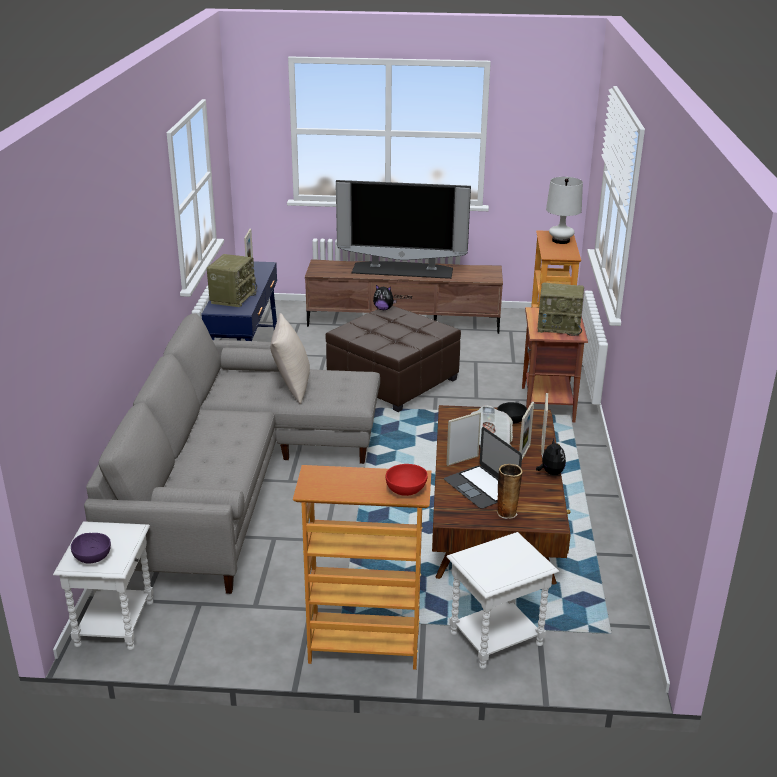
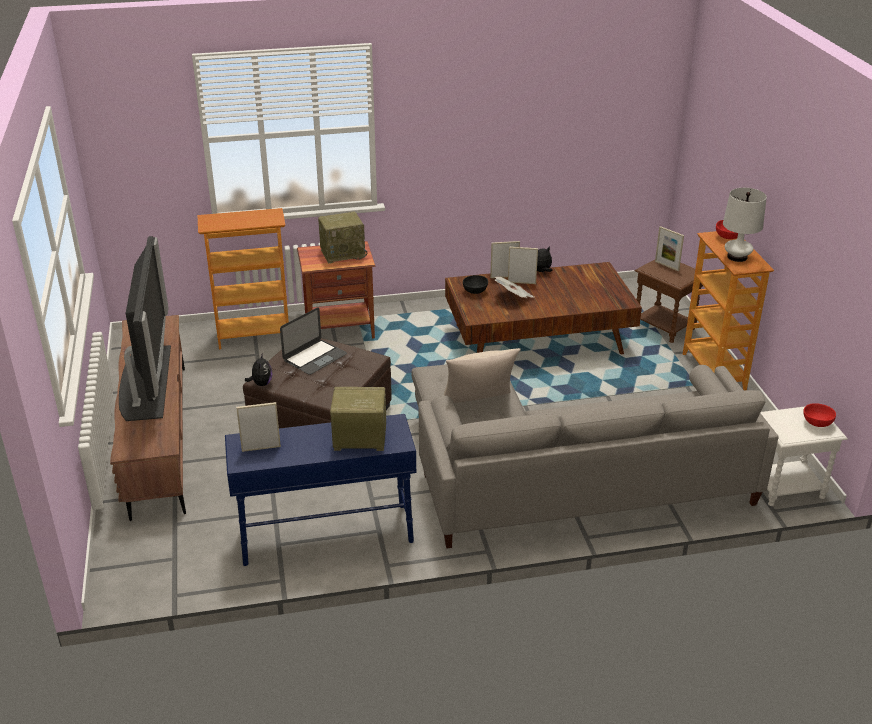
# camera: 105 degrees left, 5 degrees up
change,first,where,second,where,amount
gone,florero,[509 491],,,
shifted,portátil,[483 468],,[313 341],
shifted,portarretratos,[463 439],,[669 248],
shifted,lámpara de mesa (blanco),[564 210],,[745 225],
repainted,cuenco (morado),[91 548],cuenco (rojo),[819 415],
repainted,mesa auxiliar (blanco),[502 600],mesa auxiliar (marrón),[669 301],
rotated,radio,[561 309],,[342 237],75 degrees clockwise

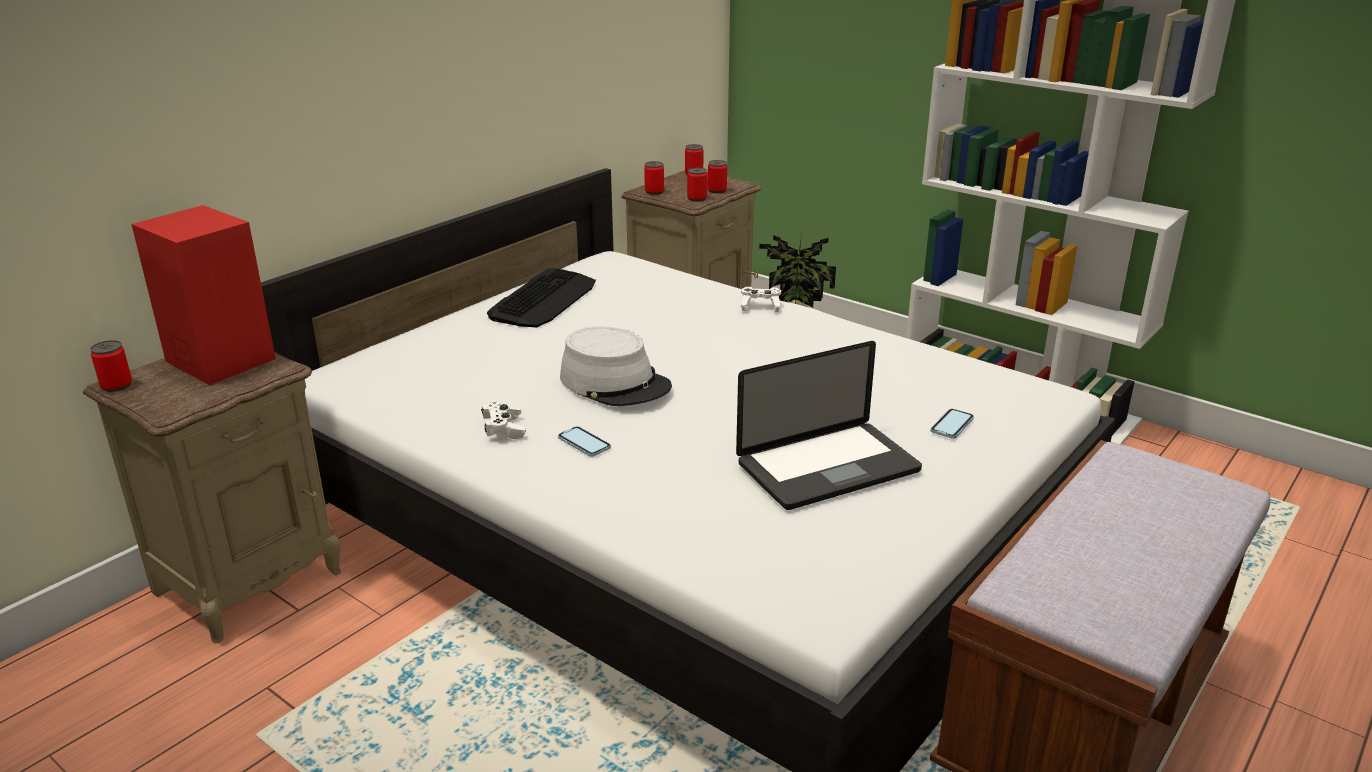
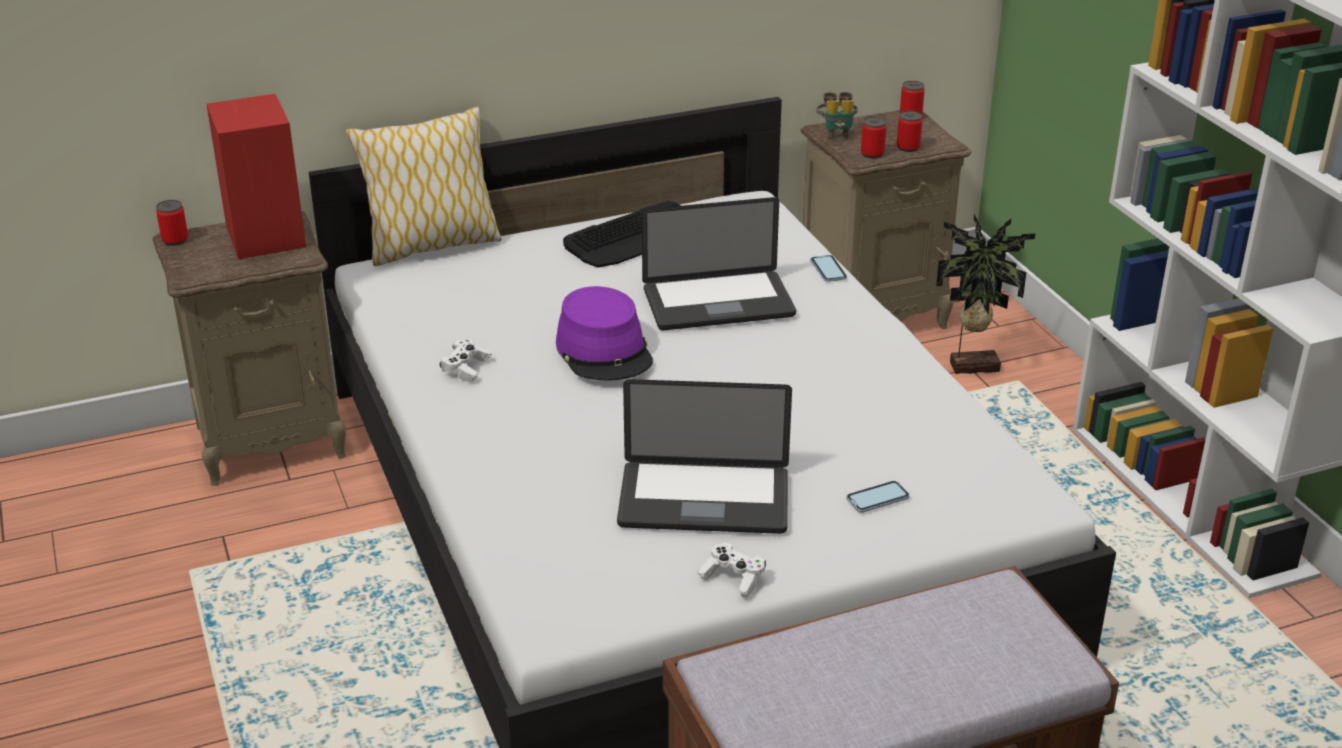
# camera: 30 degrees right, 5 degrees up
change,first,where,second,where,amount
new,,,cojín,[424 186],
new,,,portátil,[719 263],
shifted,móvil,[584 441],,[829 268],
shifted,mando de consola (blanco),[760 299],,[732 570],
swapped,lata,[654 178],prismáticos,[837 115],
repainted,sombrero (gris),[616 366],sombrero (morado),[604 333],

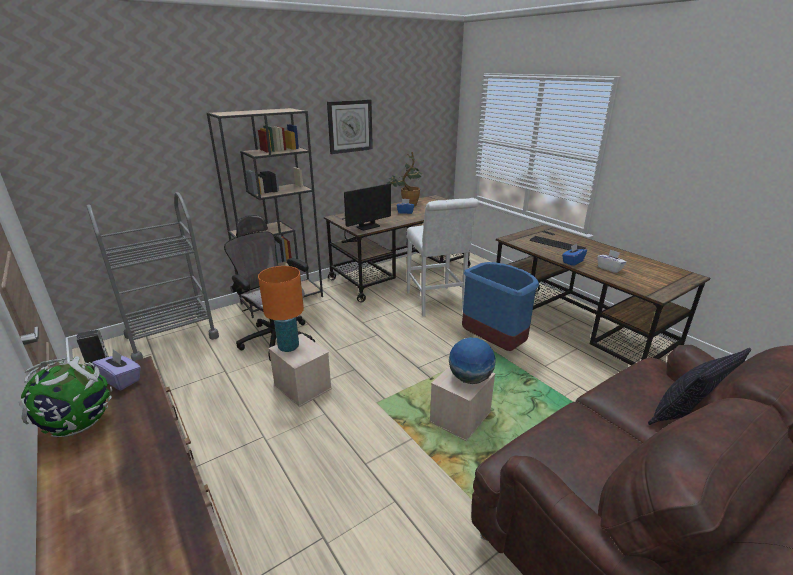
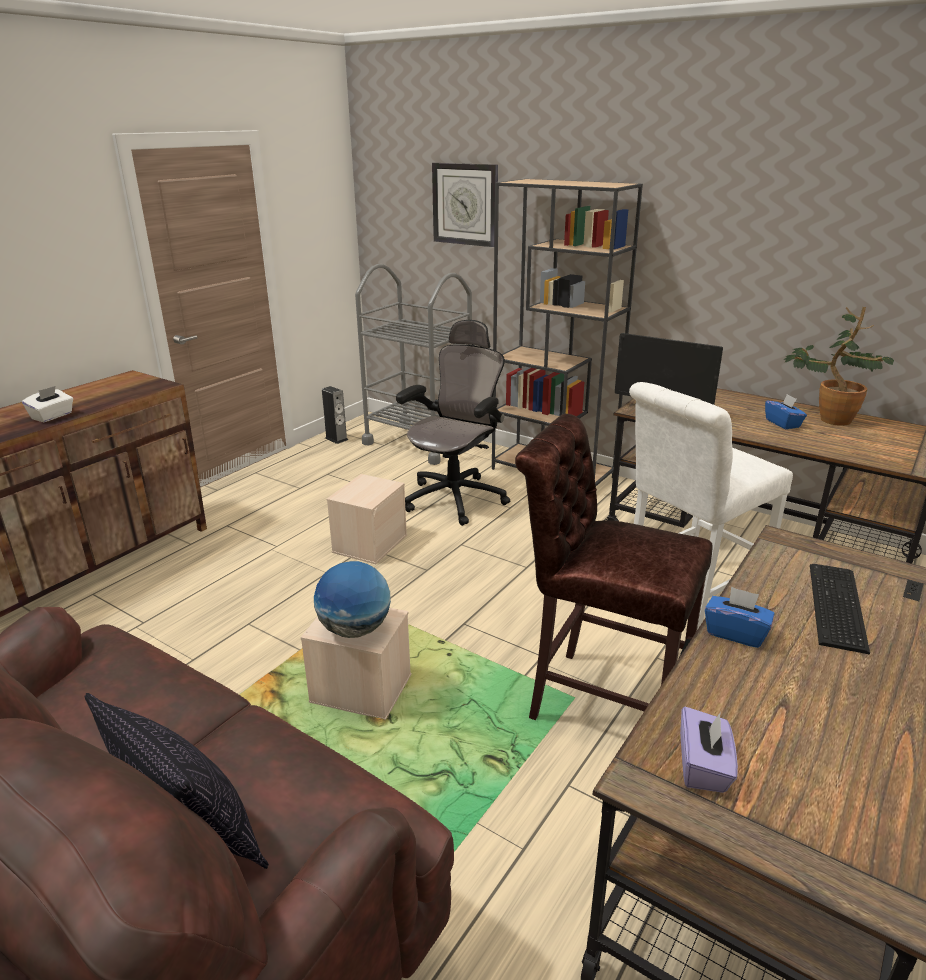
# camera: 70 degrees right, 0 degrees up
change,first,where,second,where,amount
gone,globo terráqueo,[65 396],,,
gone,lámpara de mesa (naranja),[281 309],,,
shifted,caja de pañuelos (morado),[116 369],,[709 750],
shifted,reloj de pared,[350 126],,[465 205],
shifted,caja de pañuelos (blanco),[612 261],,[47 404],
swapped,papelera (azul),[500 306],taburete (marrón),[614 567],

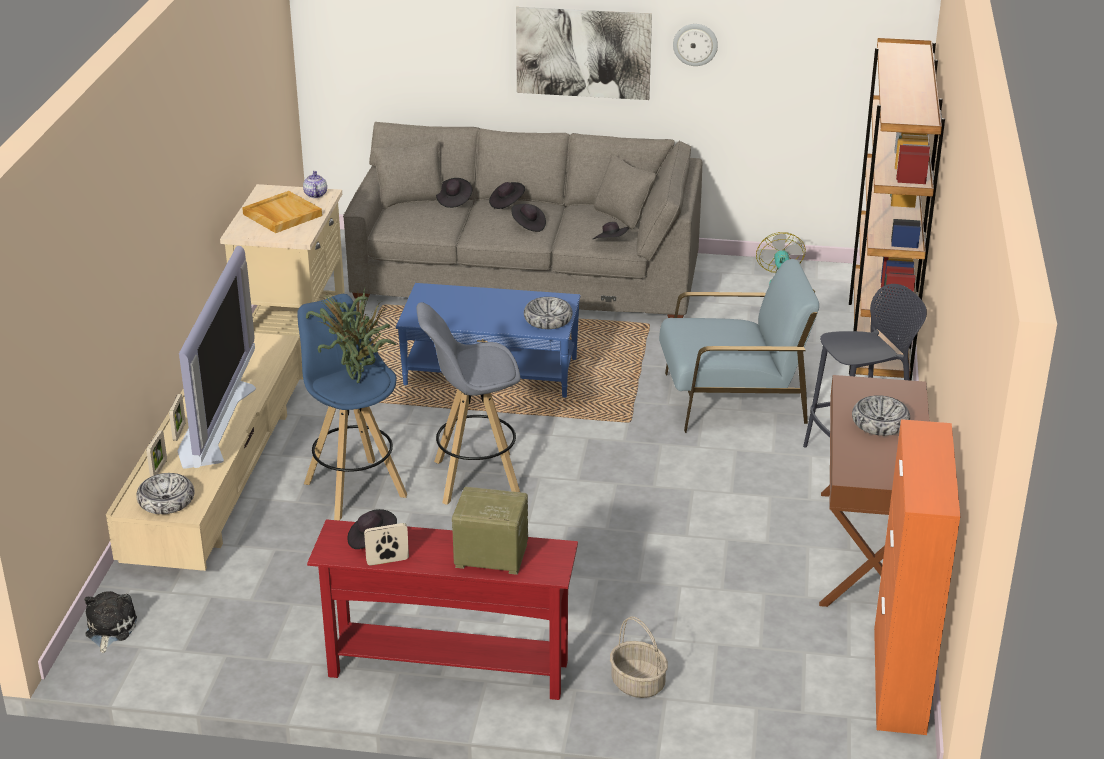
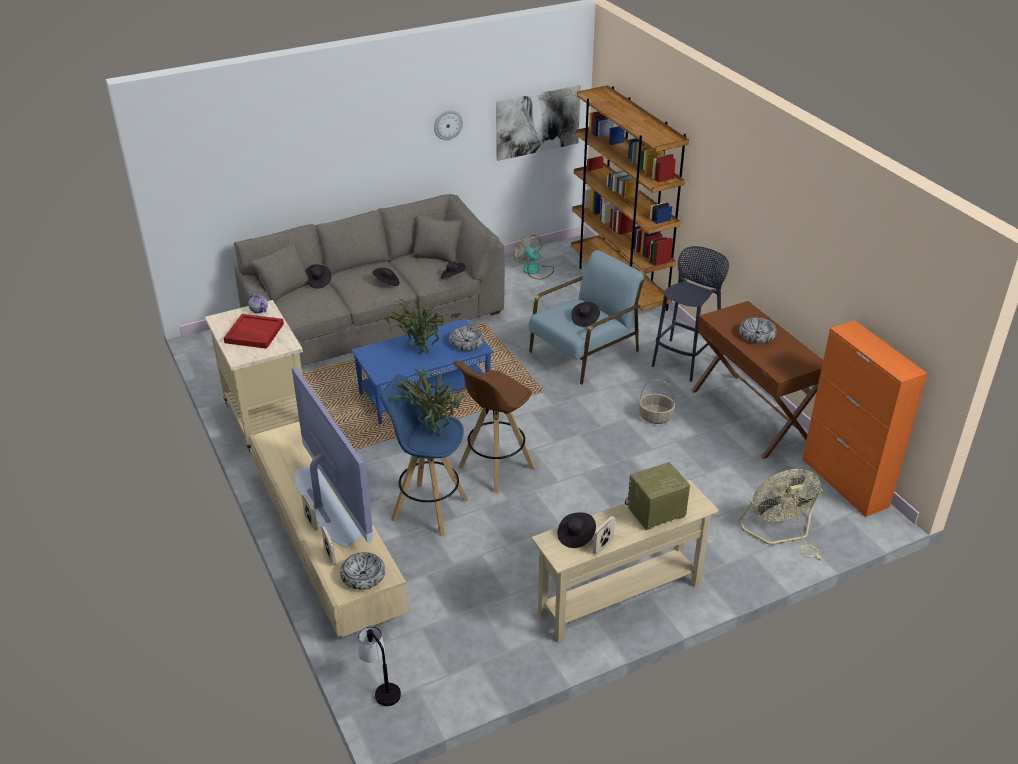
# camera: 35 degrees left, 5 degrees up
change,first,where,second,where,amount
new,,,planta en maceta,[415 325],
new,,,ventilador (beis),[781 515],
shifted,sombrero (negro),[507 195],,[585 314],
shifted,cuadro,[584 53],,[538 123],
shifted,cesta,[639 657],,[657 401],
swapped,peluche,[110 622],lámpara de mesa,[379 666],
repainted,bandeja (beis),[282 212],bandeja (rojo),[254 331],
repainted,mesa consola (rojo),[442 609],mesa consola (beis),[625 561],
repainted,taburete (gris),[468 403],taburete (marrón),[494 427],

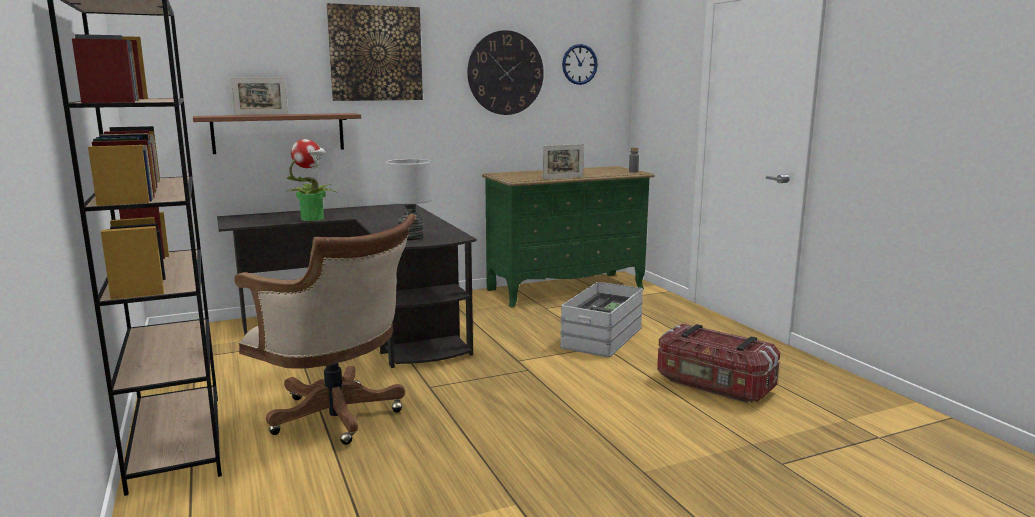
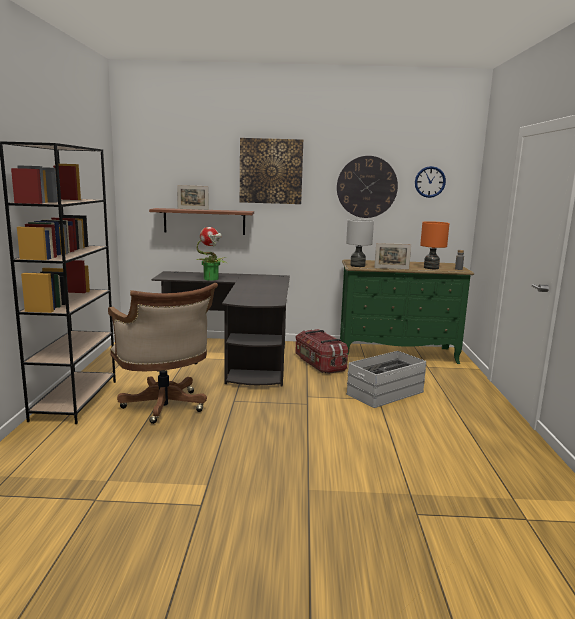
# camera: 25 degrees right, 0 degrees up
change,first,where,second,where,amount
new,,,lámpara de mesa (naranja),[435 245],
shifted,lámpara de mesa (gris),[409 199],,[360 243],
shifted,caja de almacenaje,[718 363],,[321 351],

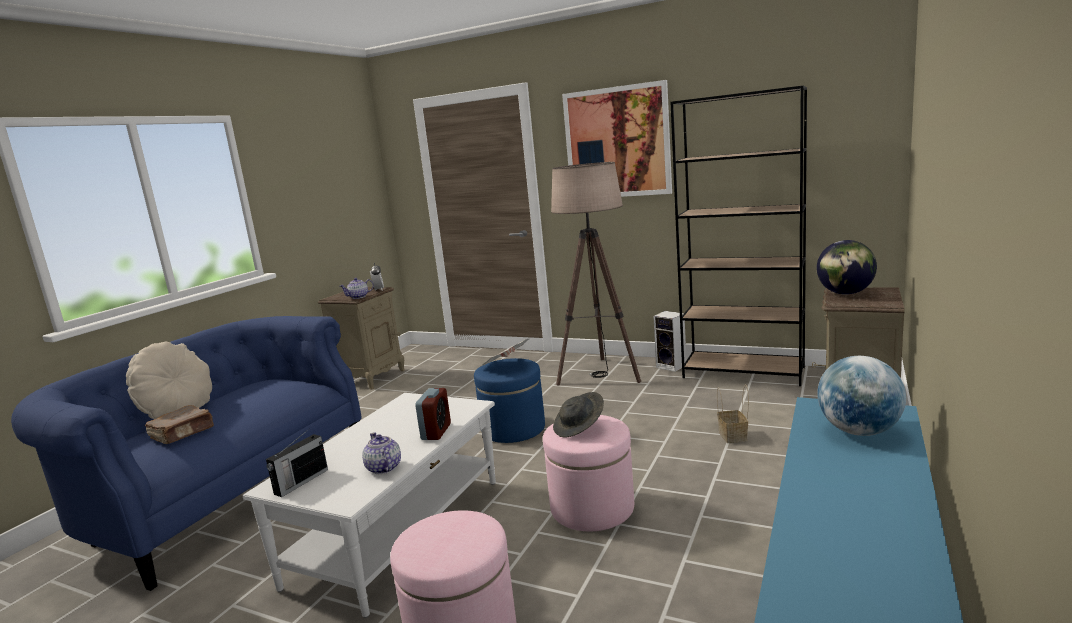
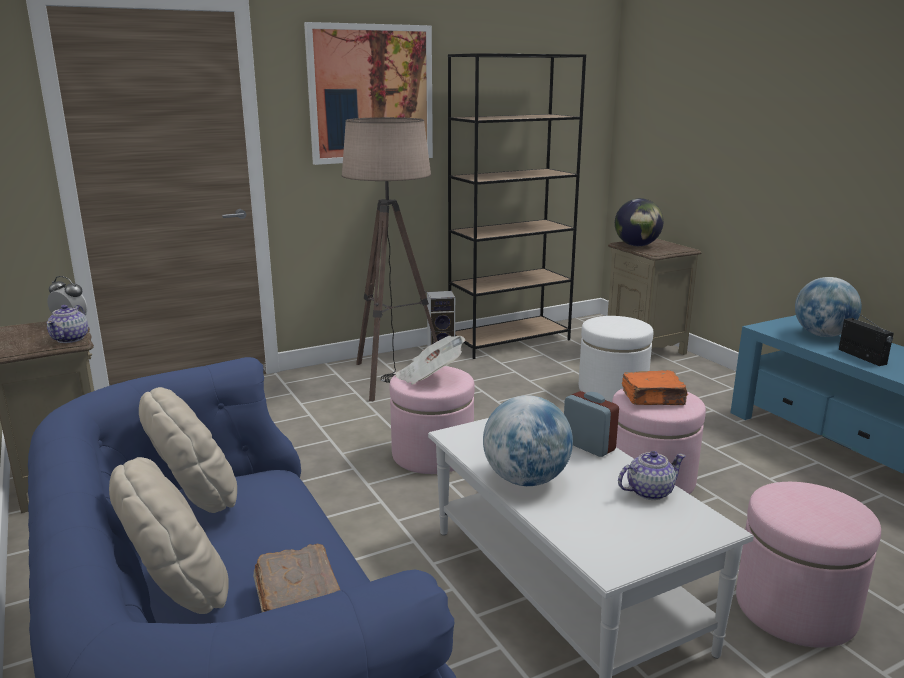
# camera: 55 degrees left, 5 degrees up
change,first,where,second,where,amount
new,,,cojín (beis),[188 450],
new,,,globo terráqueo,[528 440],
shifted,radio,[297 462],,[866 338],
swapped,sombrero (gris),[578 414],libro (naranja),[655 387],
swapped,cesta,[733 414],puf (blanco),[616 359],
repainted,puf (azul),[509 400],puf (rosa),[432 420],
rotated,tetera,[381 453],,[652 475],150 degrees clockwise

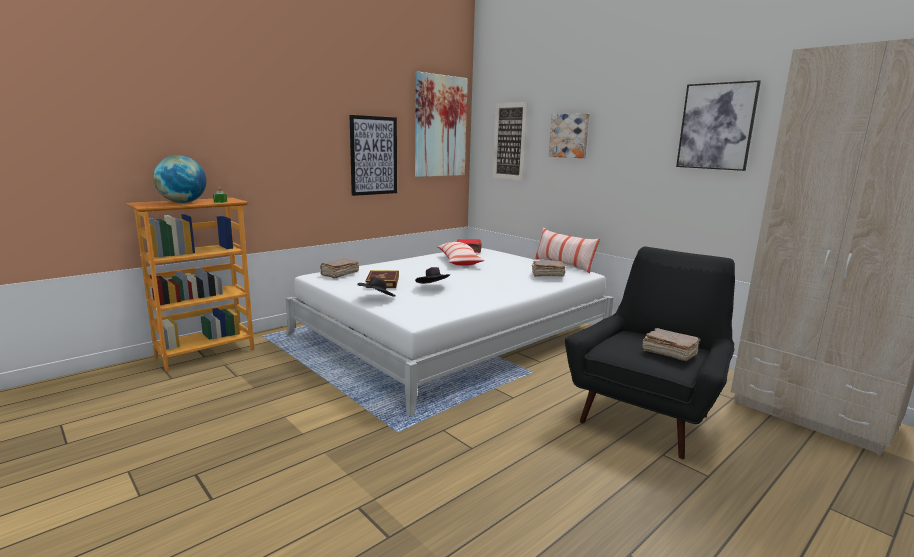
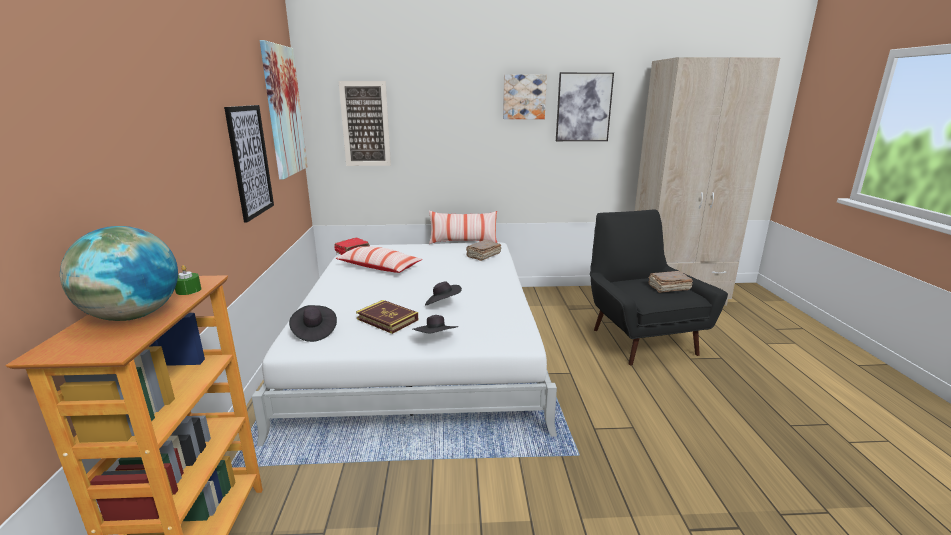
# camera: 50 degrees left, 5 degrees up
change,first,where,second,where,amount
shifted,cuadro,[569 135],,[525 96],
swapped,libro (marrón),[339 268],sombrero (negro),[313 323],

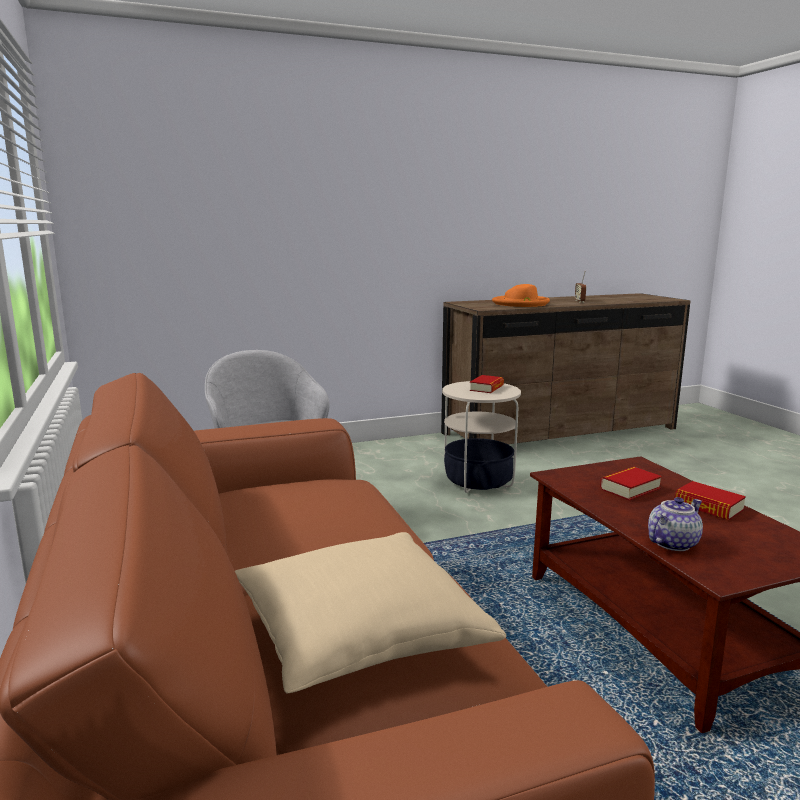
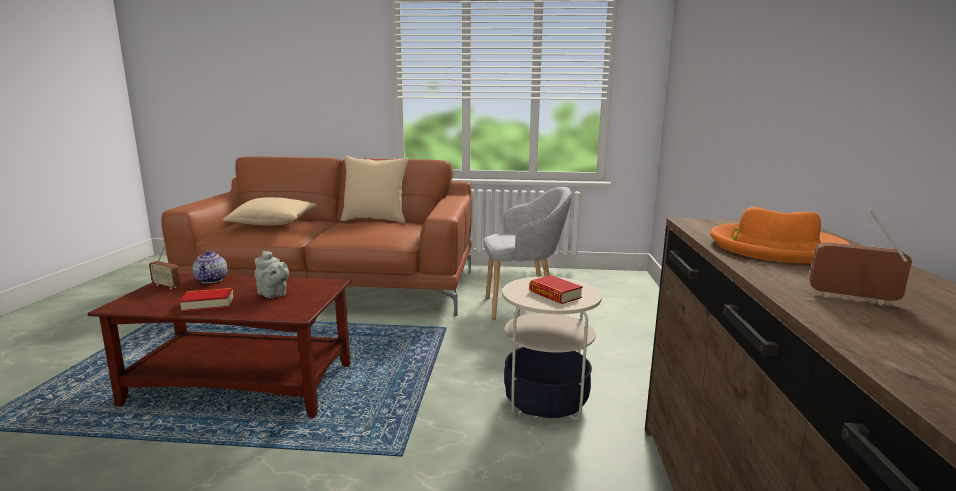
# camera: 115 degrees right, 0 degrees up
change,first,where,second,where,amount
new,,,radio,[164 267],
new,,,cojín (beis),[375 189],
swapped,libro,[631 484],tetera (gris),[272 274],

